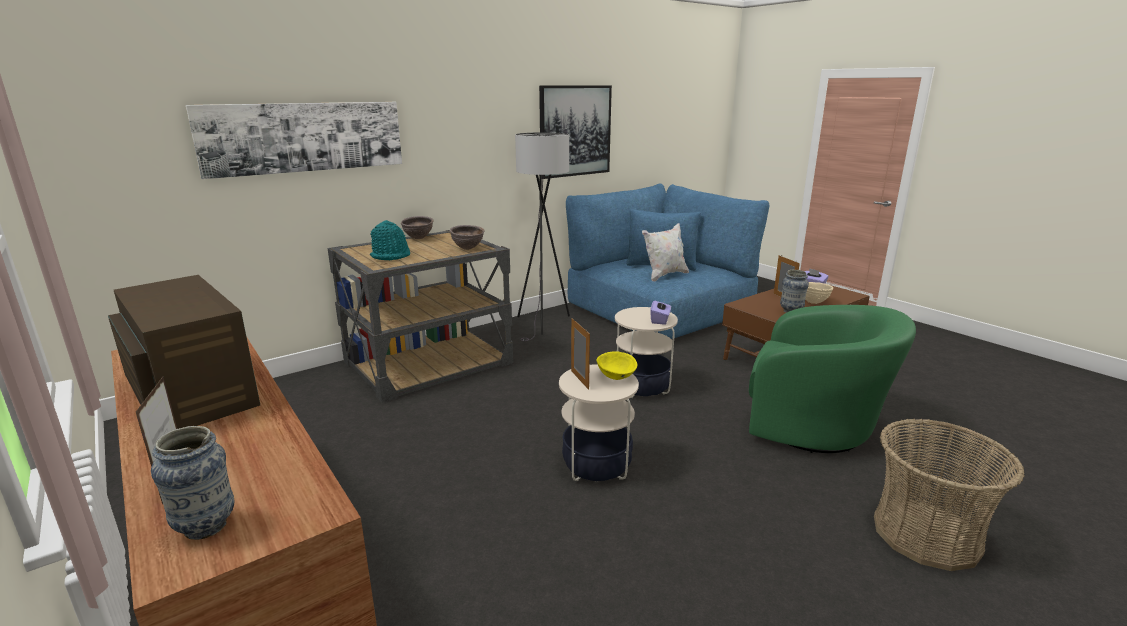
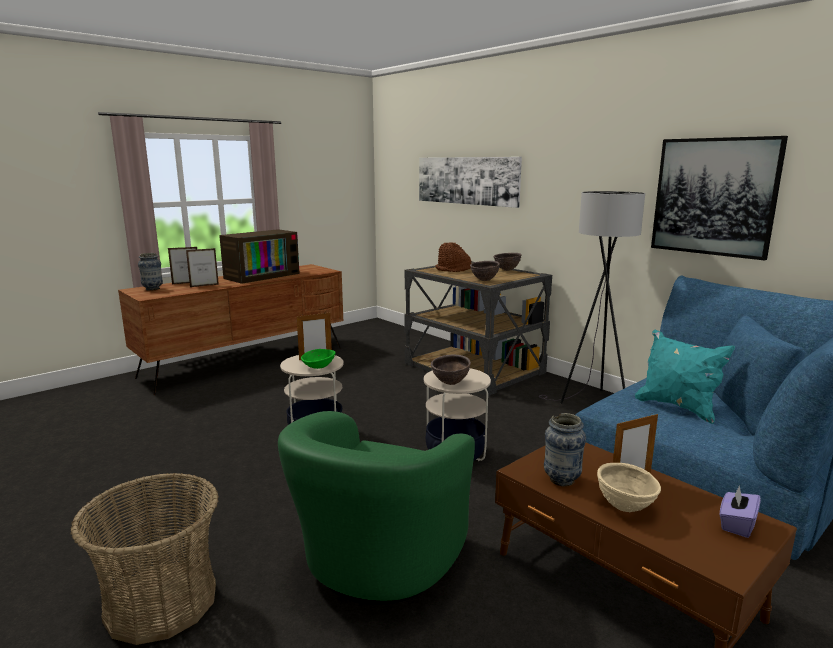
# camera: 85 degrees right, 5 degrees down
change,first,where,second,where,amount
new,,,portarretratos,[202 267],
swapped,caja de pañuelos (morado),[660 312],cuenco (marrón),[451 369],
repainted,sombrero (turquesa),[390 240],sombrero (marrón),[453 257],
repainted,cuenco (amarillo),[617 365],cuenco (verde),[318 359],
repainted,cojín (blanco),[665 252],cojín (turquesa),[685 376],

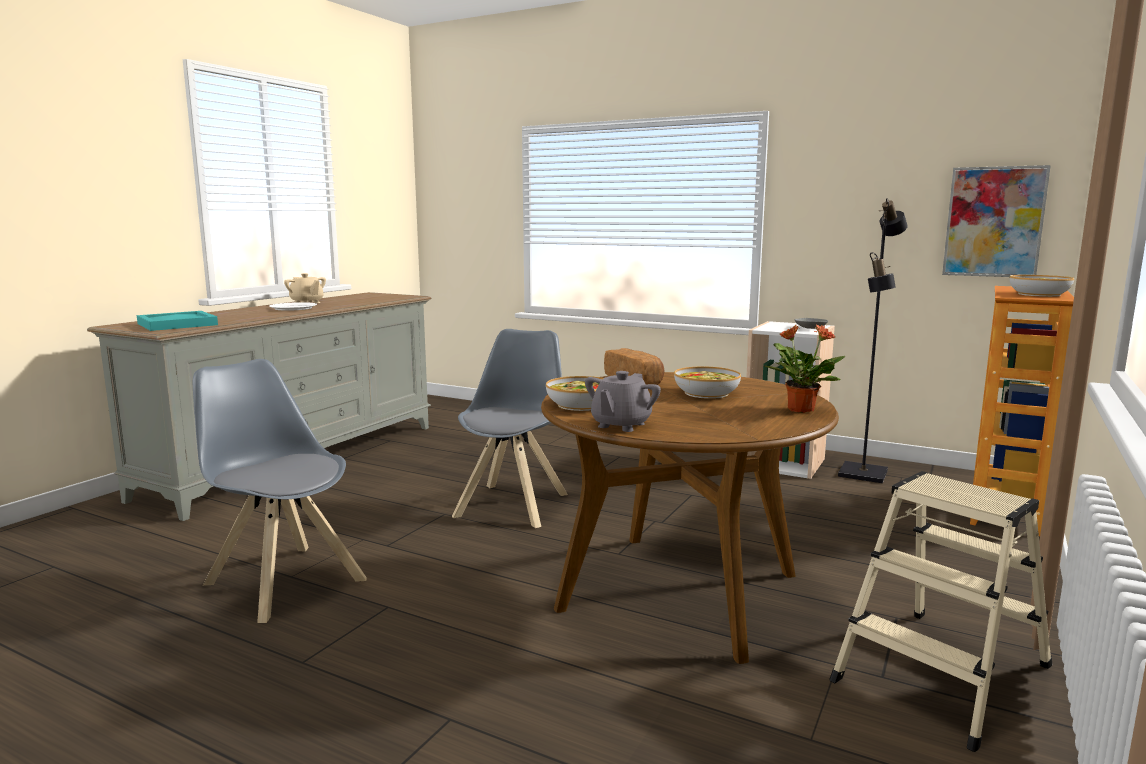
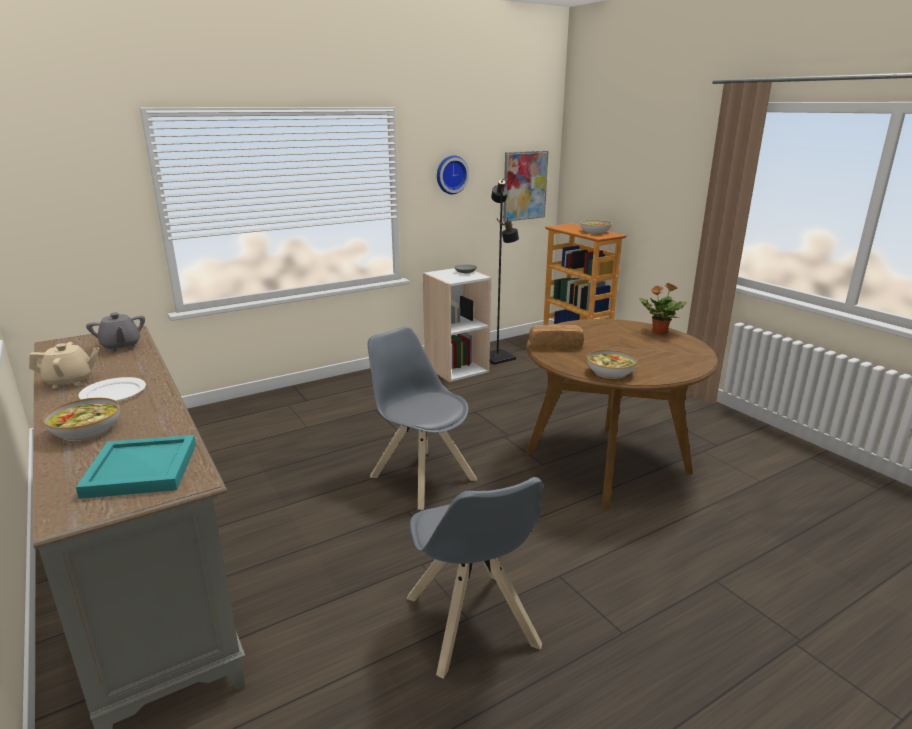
# camera: 60 degrees left, 10 degrees up
change,first,where,second,where,amount
gone,escalera de tijera (beis),[940 611],,,
new,,,reloj de pared,[453 174],
shifted,tetera (gris),[623 401],,[115 332],
shifted,cuenco,[707 382],,[81 419],
rotated,silla (gris),[280 491],,[475 578],90 degrees counterclockwise

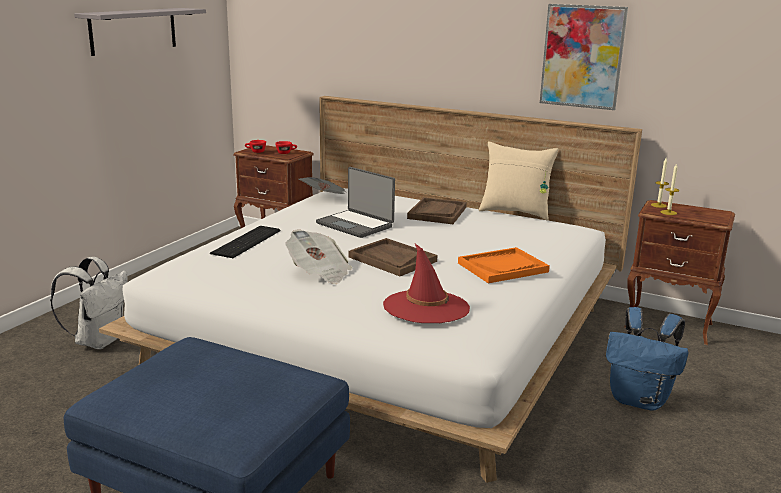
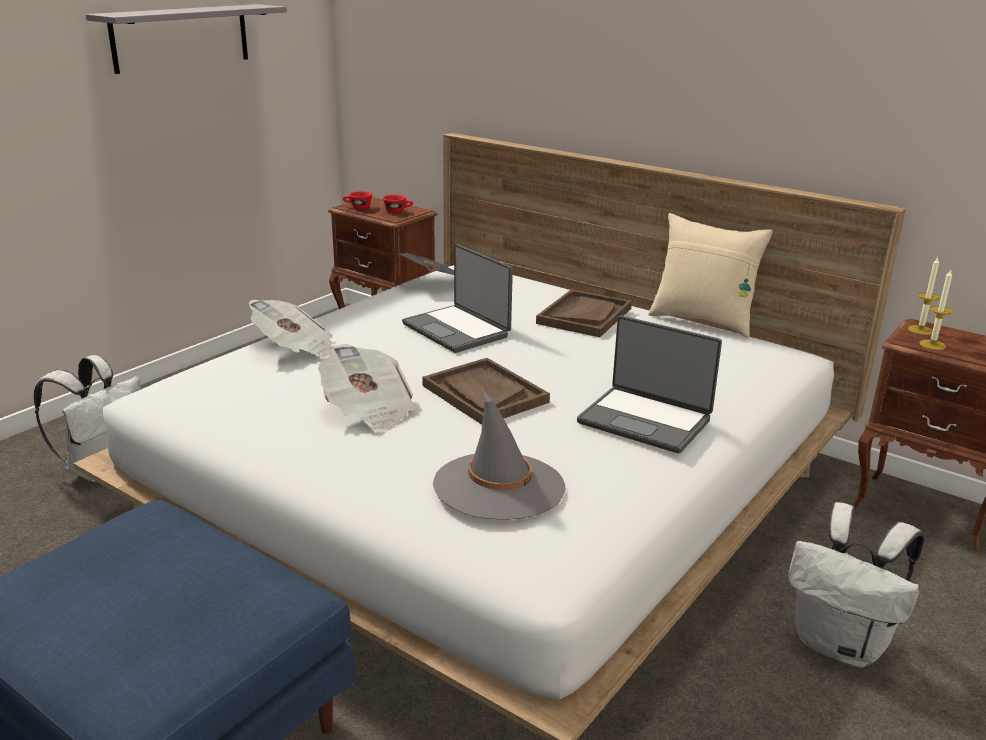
# camera: 10 degrees right, 5 degrees up
change,first,where,second,where,amount
gone,cuadro,[584 57],,,
swapped,teclado,[245 242],periódico,[291 329],
swapped,bandeja (naranja),[504 265],portátil,[649 384],
repainted,sombrero (rojo),[426 283],sombrero (gris),[499 455],
repainted,mochila (azul),[647 358],mochila (blanco),[856 585],

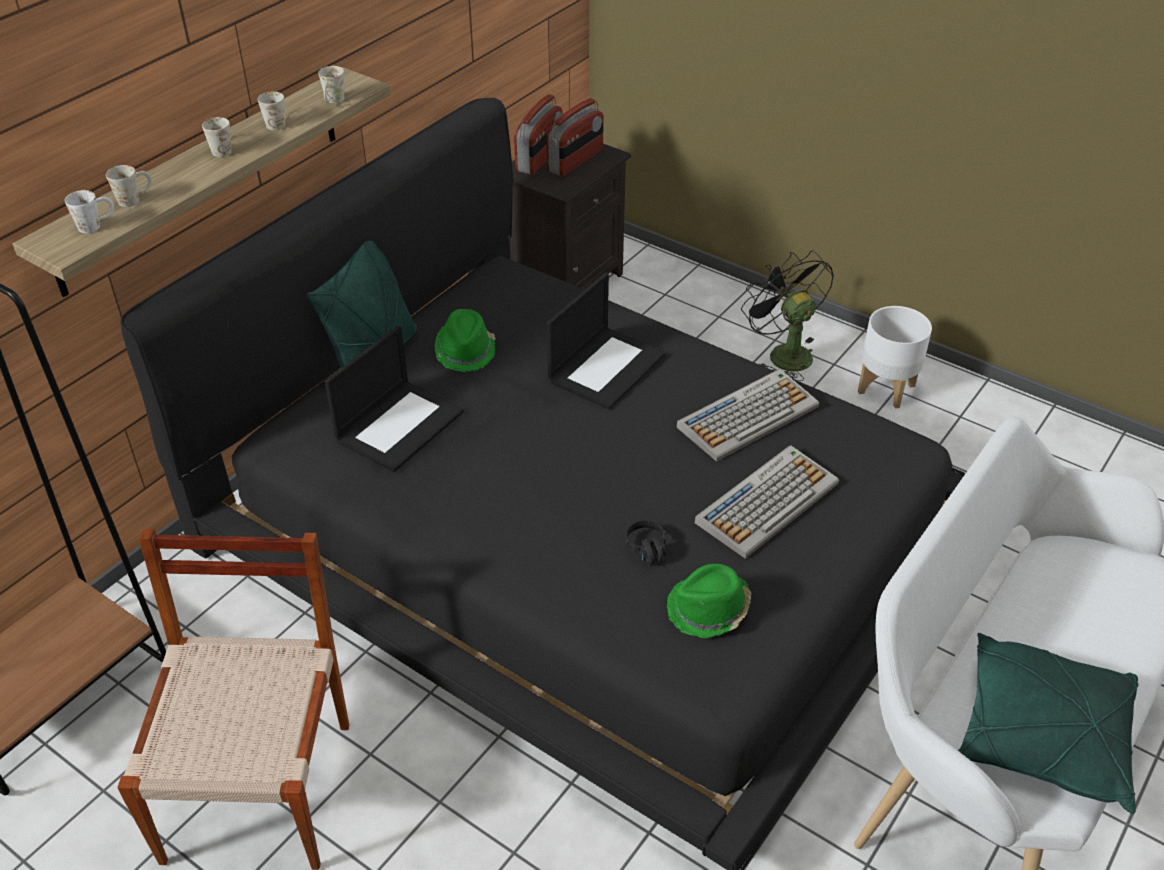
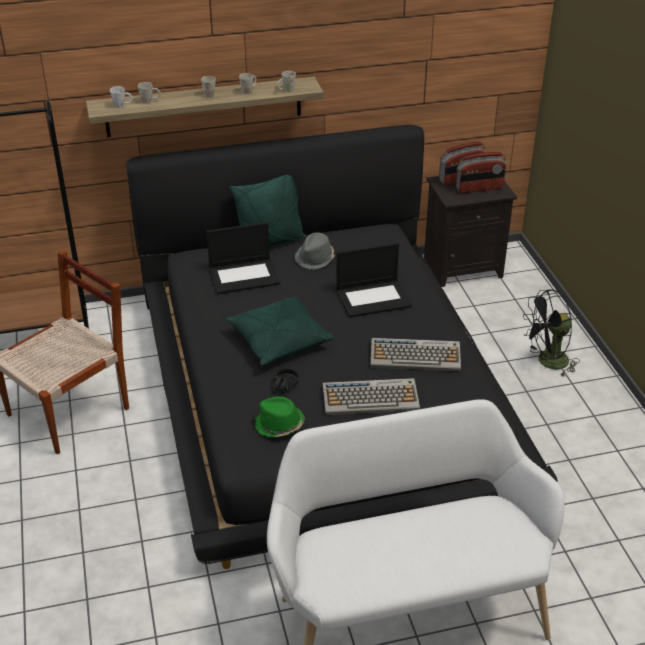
# camera: 40 degrees right, 5 degrees down
change,first,where,second,where,amount
gone,maceta (blanco),[895 357],,,
shifted,cojín (verde),[1048 723],,[280 331],
repainted,sombrero (verde),[465 340],sombrero (gris),[315 251],
rotated,ventilador (negro),[787 316],,[551 332],120 degrees counterclockwise

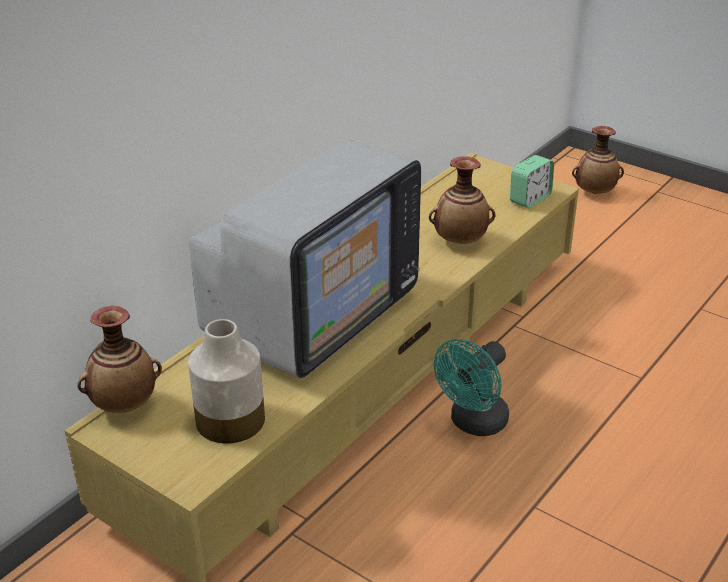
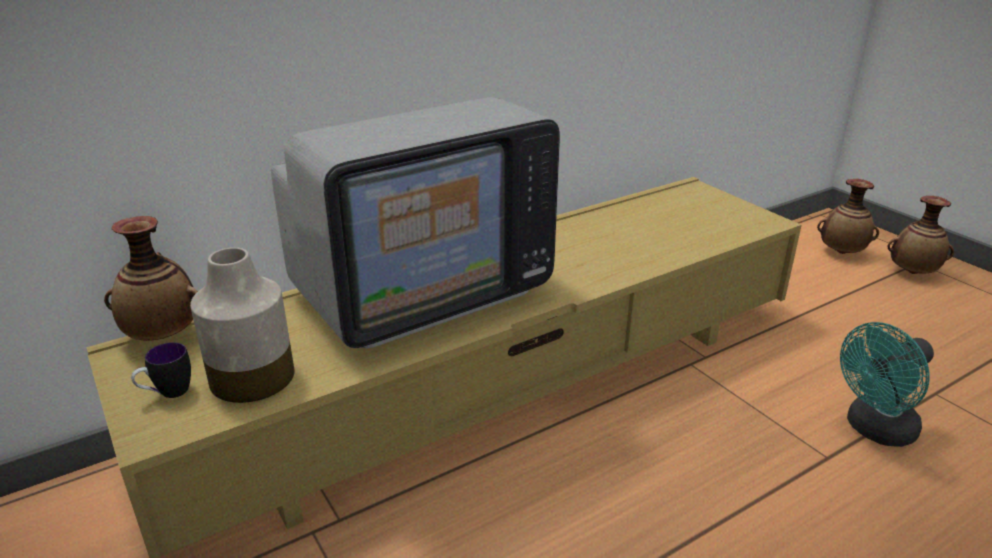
# camera: 20 degrees right, 5 degrees down
change,first,where,second,where,amount
gone,despertador,[532 181],,,
new,,,taza grande,[161 370],
shifted,florero,[462 200],,[920 235],
shifted,ventilador (turquesa),[471 387],,[887 384],

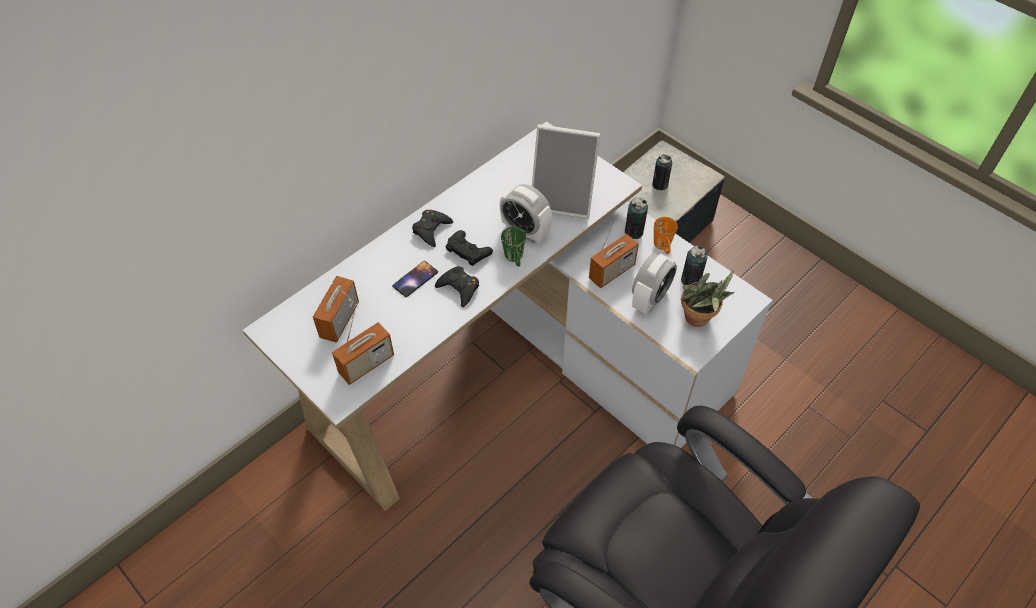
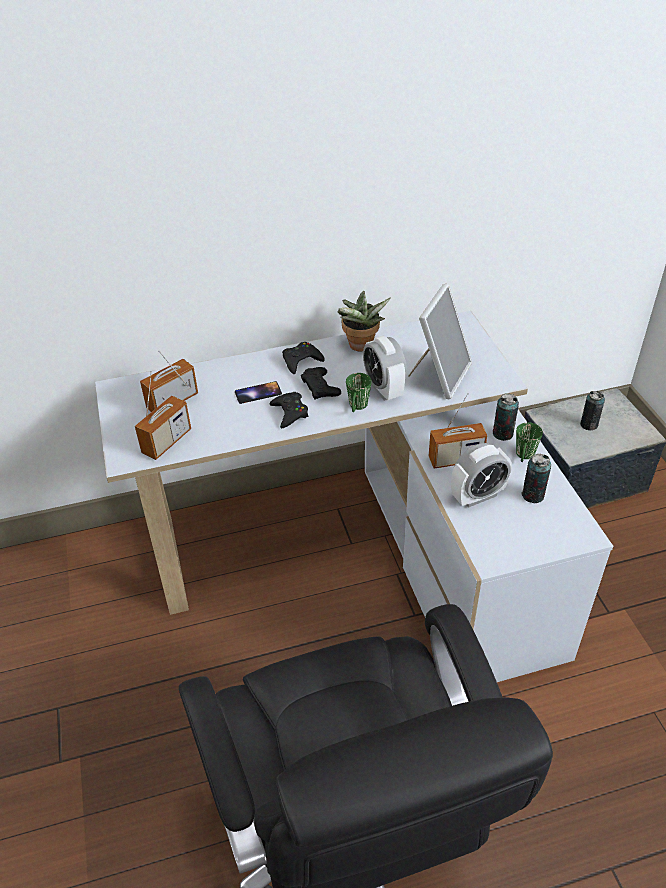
# camera: 30 degrees right, 10 degrees down
change,first,where,second,where,amount
shifted,planta en maceta,[708 298],,[364 321],
repainted,taza grande (naranja),[666 235],taza grande (verde),[529 442],
rotated,radio,[363 344],,[163 415],45 degrees counterclockwise
rotated,portarretratos,[566 171],,[440 341],105 degrees counterclockwise

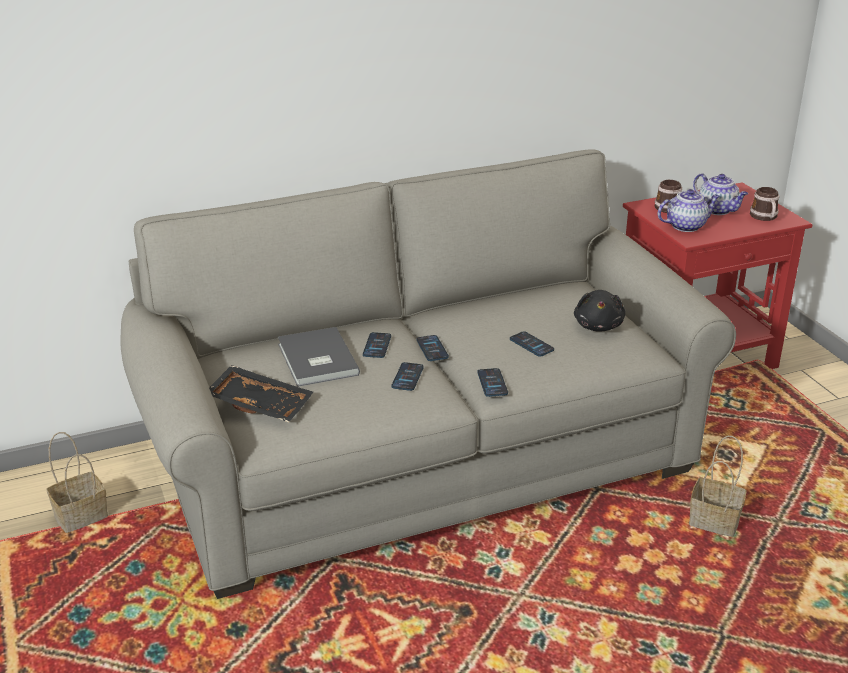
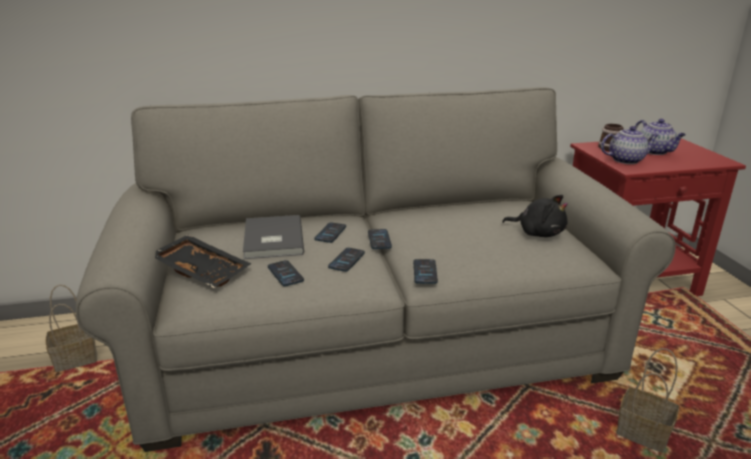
# camera: 10 degrees right, 5 degrees down
change,first,where,second,where,amount
gone,taza grande,[764 204],,,
shifted,móvil,[532 344],,[286 273],
rotated,peluche (negro),[600 311],,[535 216],75 degrees counterclockwise

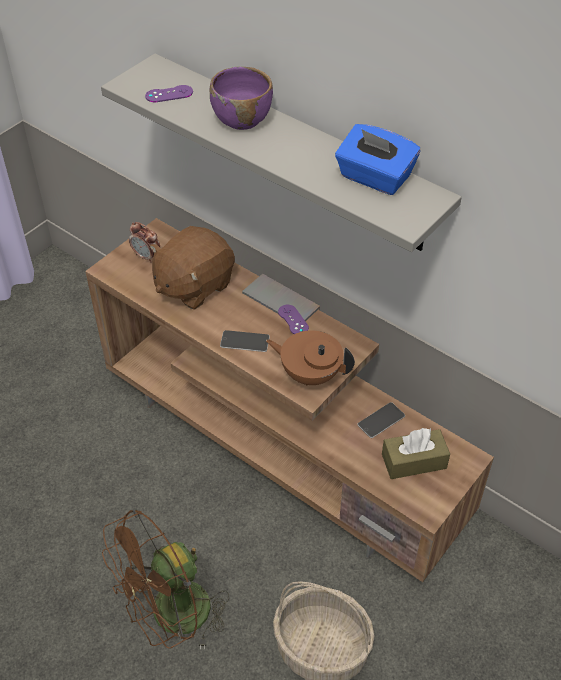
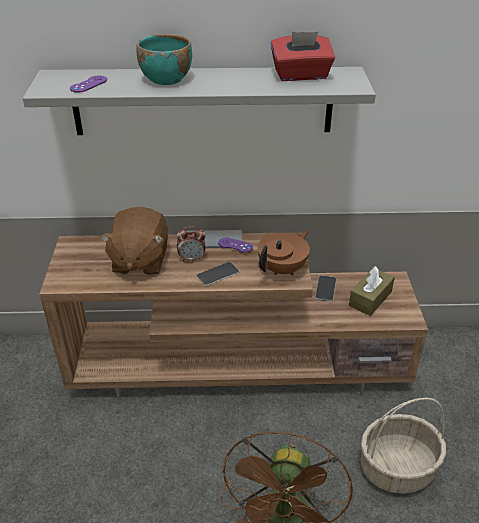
# camera: 40 degrees left, 10 degrees down
change,first,where,second,where,amount
shifted,despertador,[144 242],,[191 244],
repainted,cuenco (morado),[241 98],cuenco (turquesa),[164 59],
repainted,caja de pañuelos (azul),[377 159],caja de pañuelos (rojo),[303 56],
rotated,tetera (marrón),[310 357],,[283 253],150 degrees clockwise

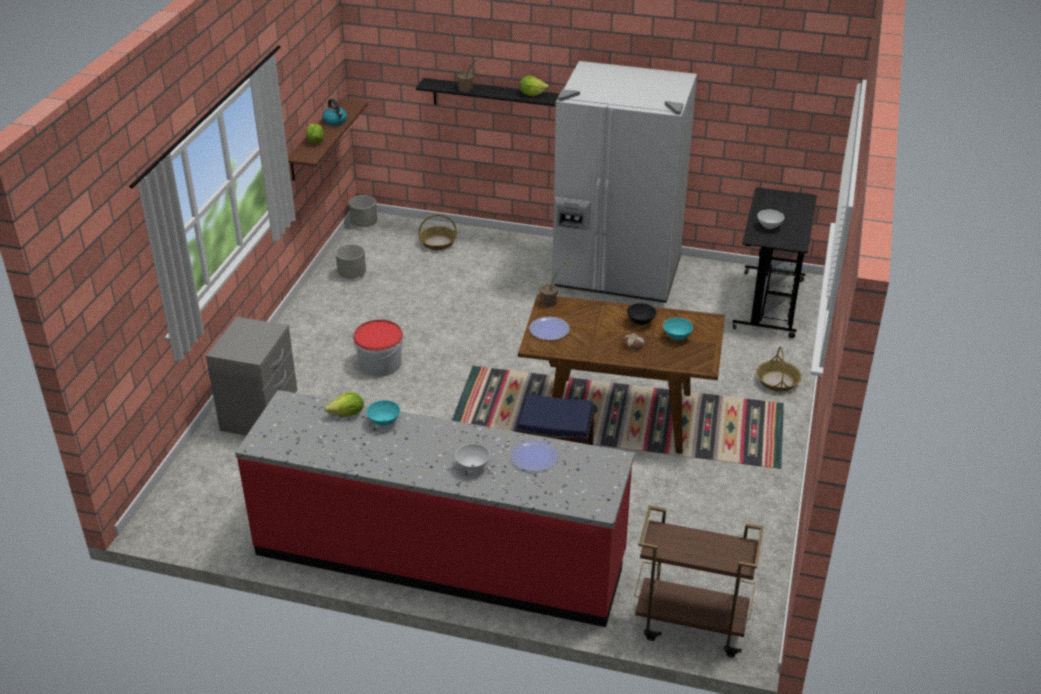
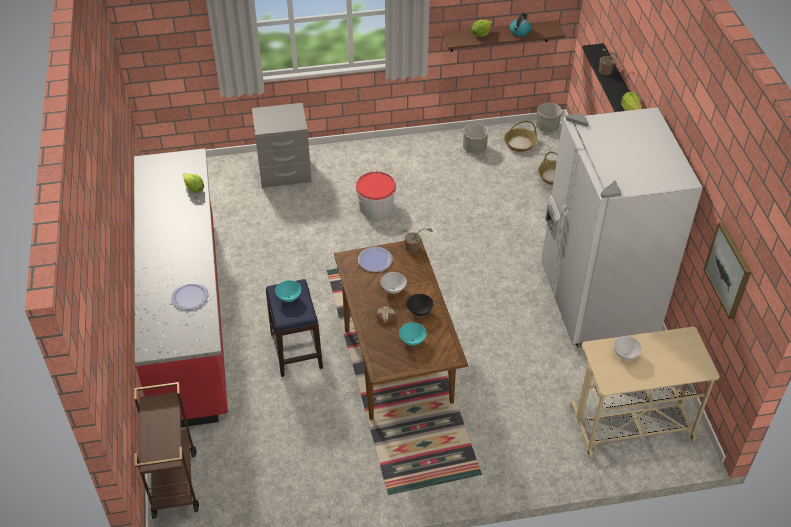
# camera: 65 degrees right, 10 degrees up
change,first,where,second,where,amount
new,,,cuadro,[727 270],
shifted,cuenco (turquesa),[383 413],,[288 291],
shifted,cuenco (blanco),[472 457],,[393 283],
shifted,cesta,[778 369],,[520 136],
repainted,escritorio (negro),[774 262],escritorio (beis),[645 392],

